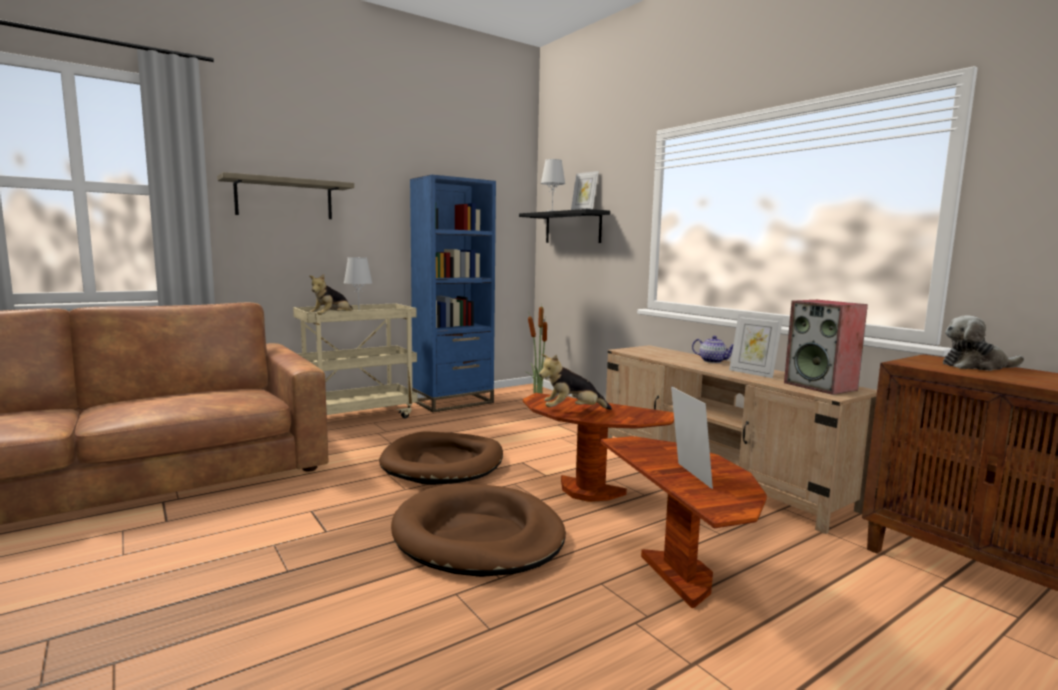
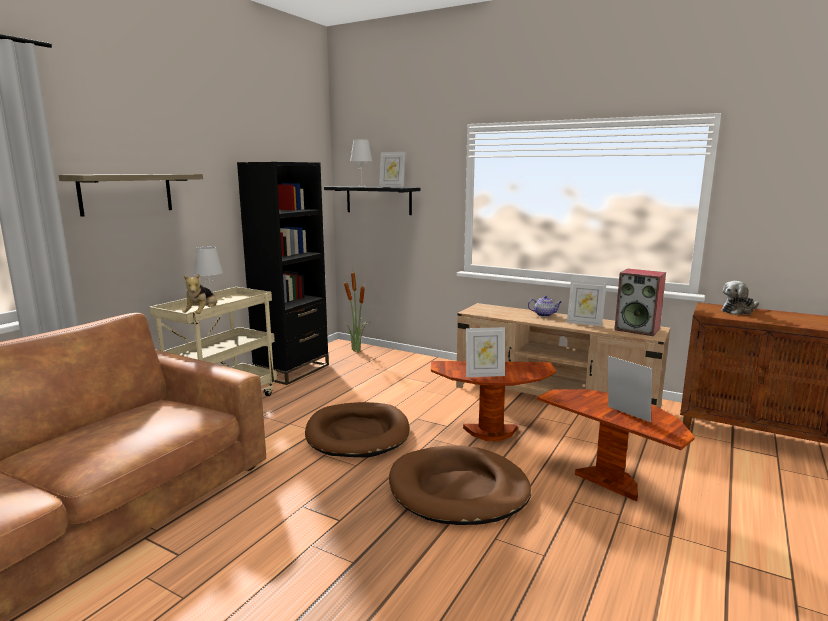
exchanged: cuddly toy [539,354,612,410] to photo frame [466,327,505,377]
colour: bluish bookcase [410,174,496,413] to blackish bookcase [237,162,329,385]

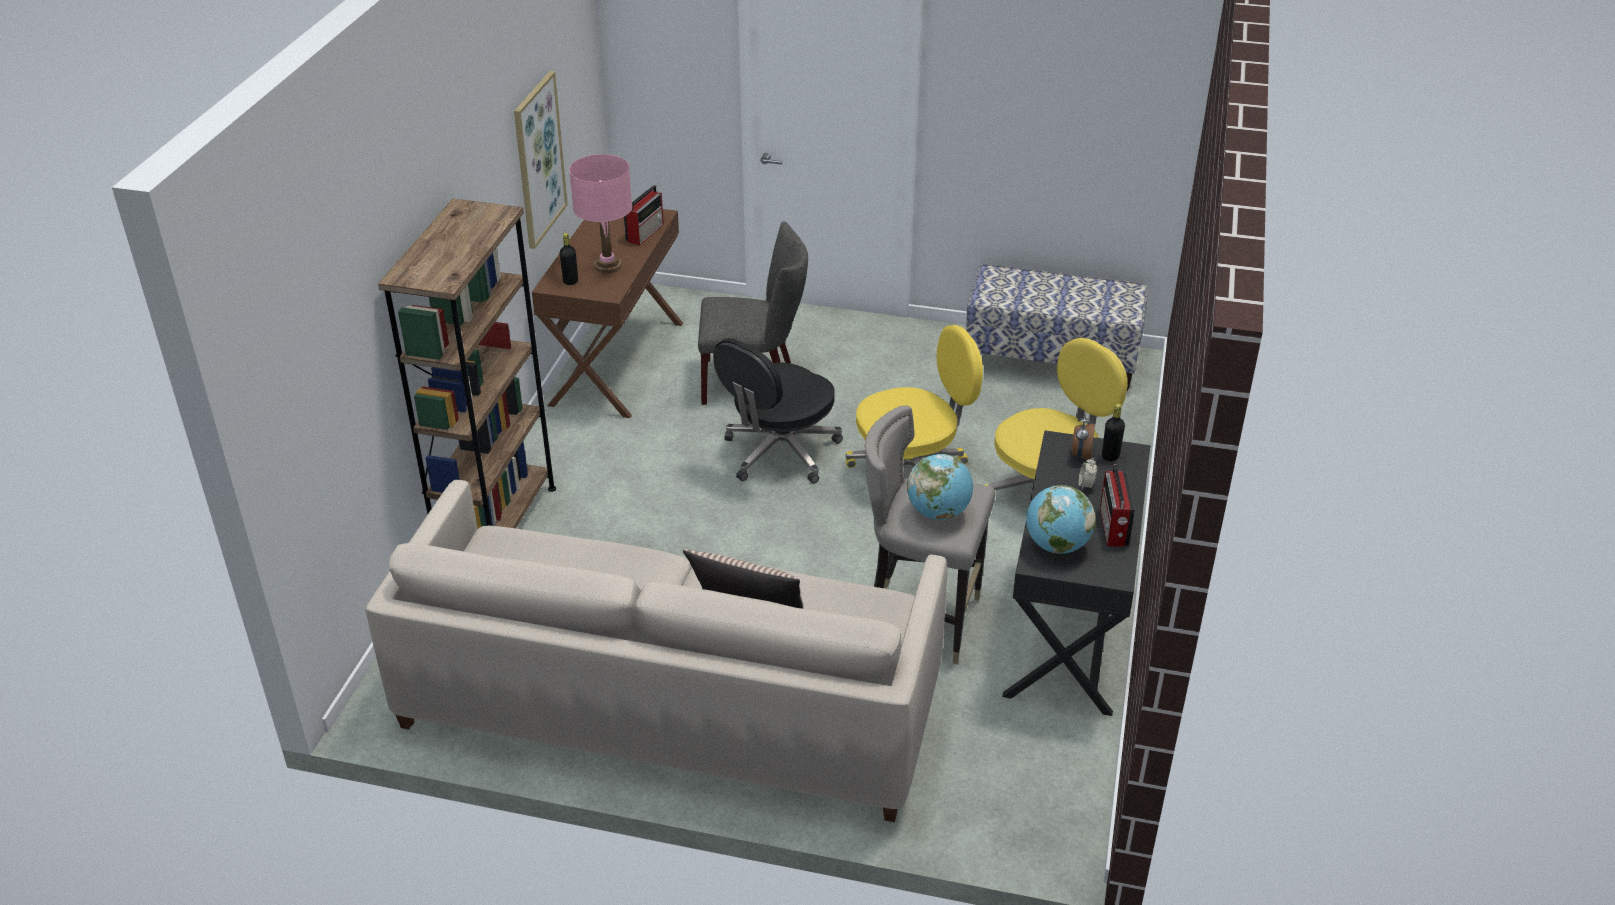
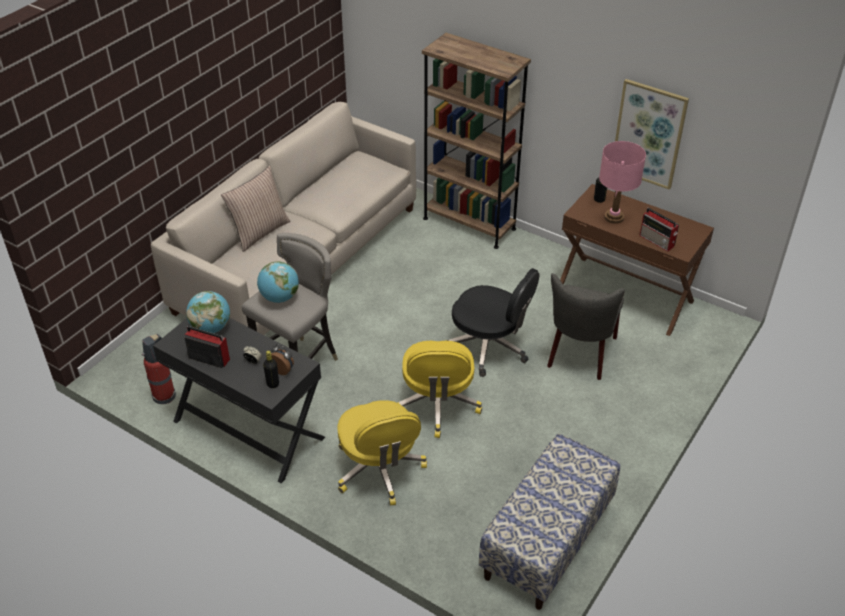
appeared: extinguisher [142,334,176,404]
spun: blackish computer chair [713,338,843,484] = [446,268,540,377] 150 degrees clockwise

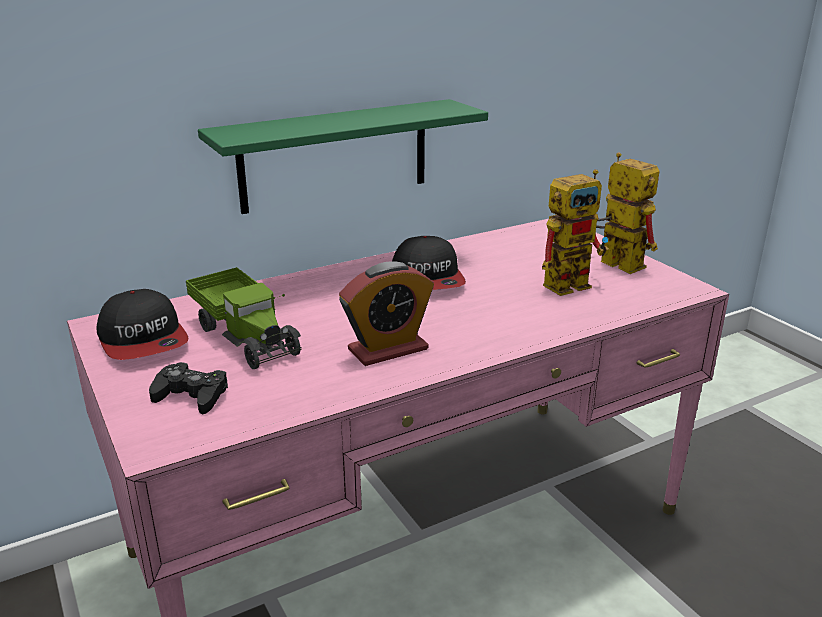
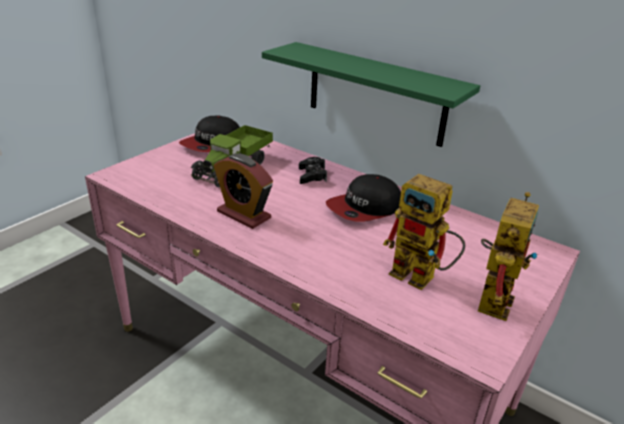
relocated: blackish game controller [149,362,228,414] to [299,157,327,184]

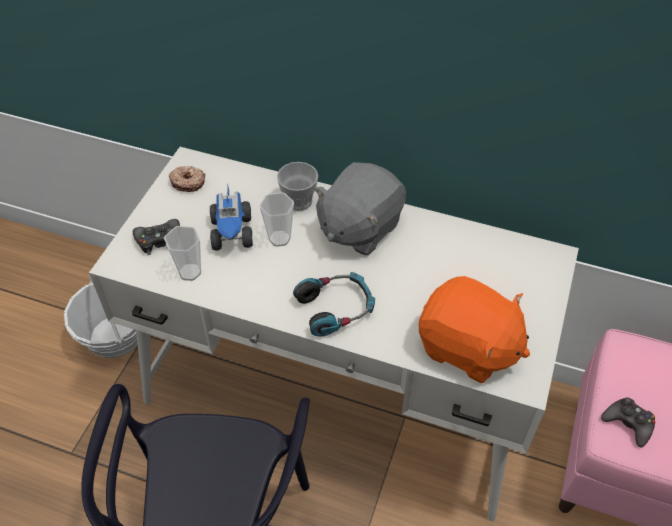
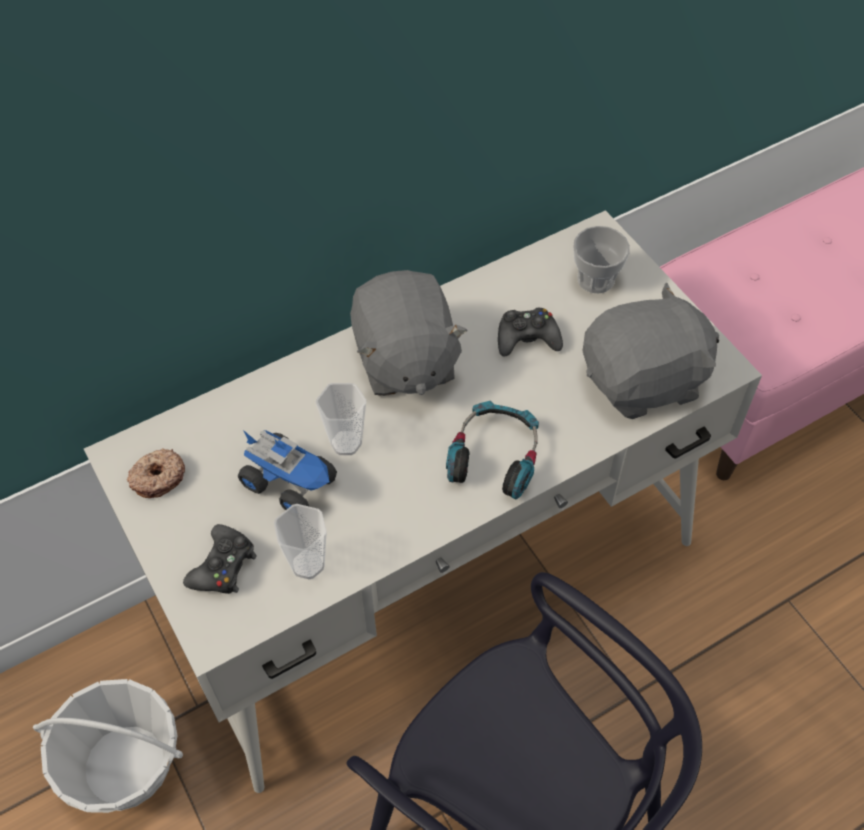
relocated: blackish game controller [601,397,655,447] to [498,308,563,357]; small cup [277,162,318,211] to [573,226,630,293]
colour: orange-coloured cuddly toy [419,276,530,383] to greyish cuddly toy [583,283,719,419]

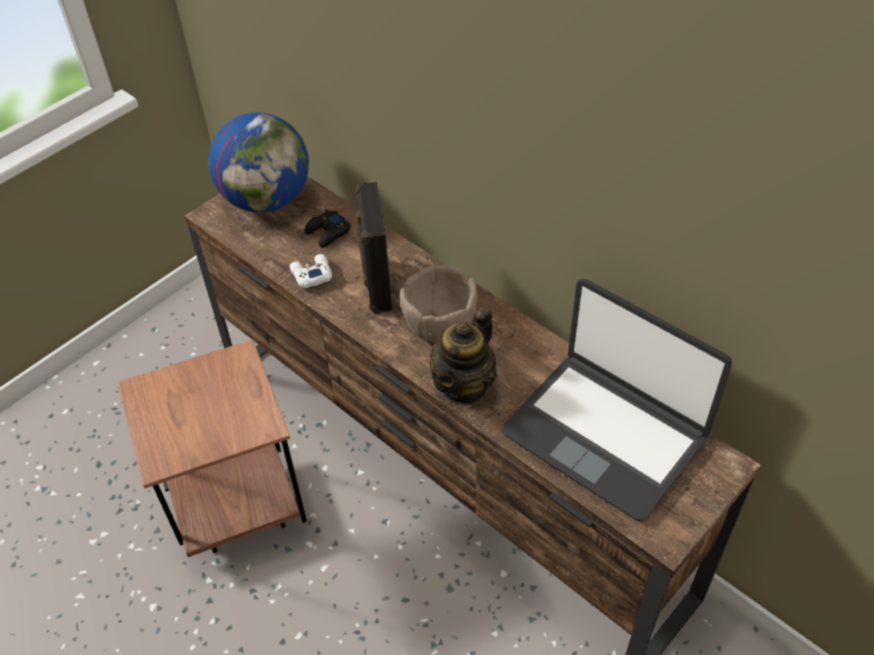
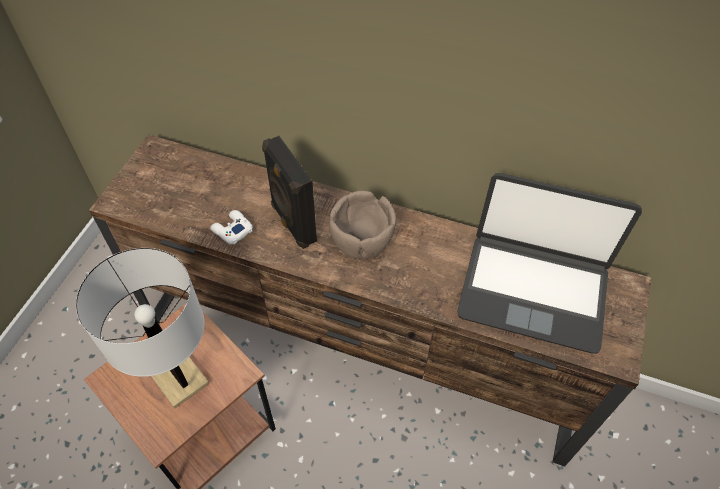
missing: world globe [208,112,309,213]; blackish game controller [305,209,351,248]; tea pot [430,307,497,405]
appeared: white table lamp [76,248,209,409]

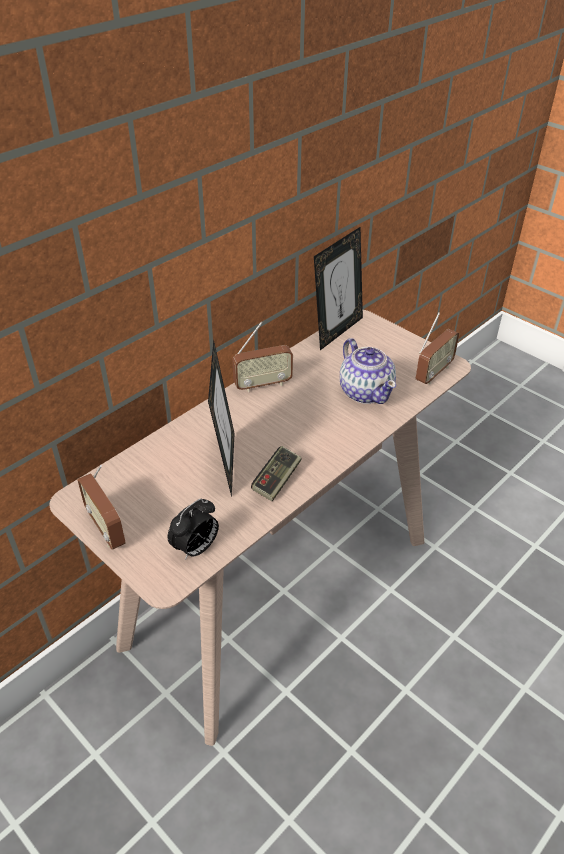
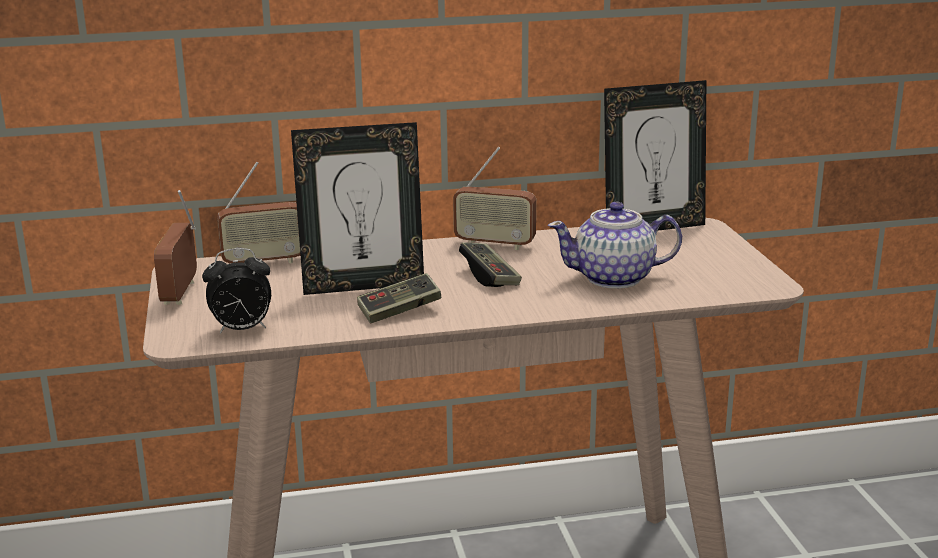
appeared: game controller [459,242,522,287]
relocated: radio [416,312,459,385] to [217,162,301,263]
spun: photo frame [208,339,235,497] = [291,122,424,295] 45 degrees clockwise; tea pot [340,338,396,404] = [548,202,682,289] 75 degrees clockwise

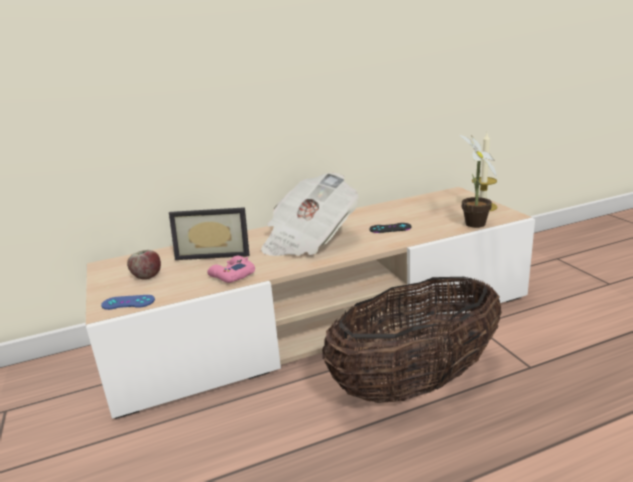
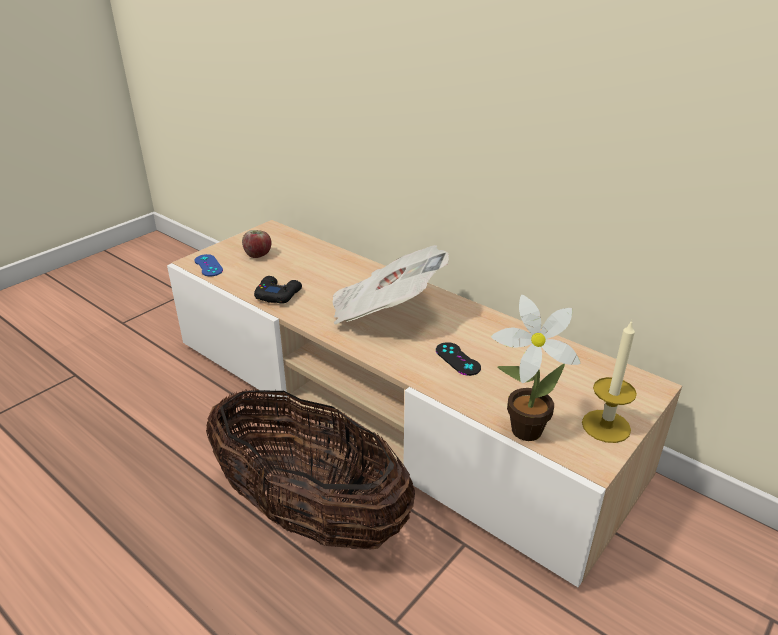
missing: photo frame [169,207,250,260]
colour: pink-coloured game controller [207,256,255,283] to blackish game controller [254,276,302,304]

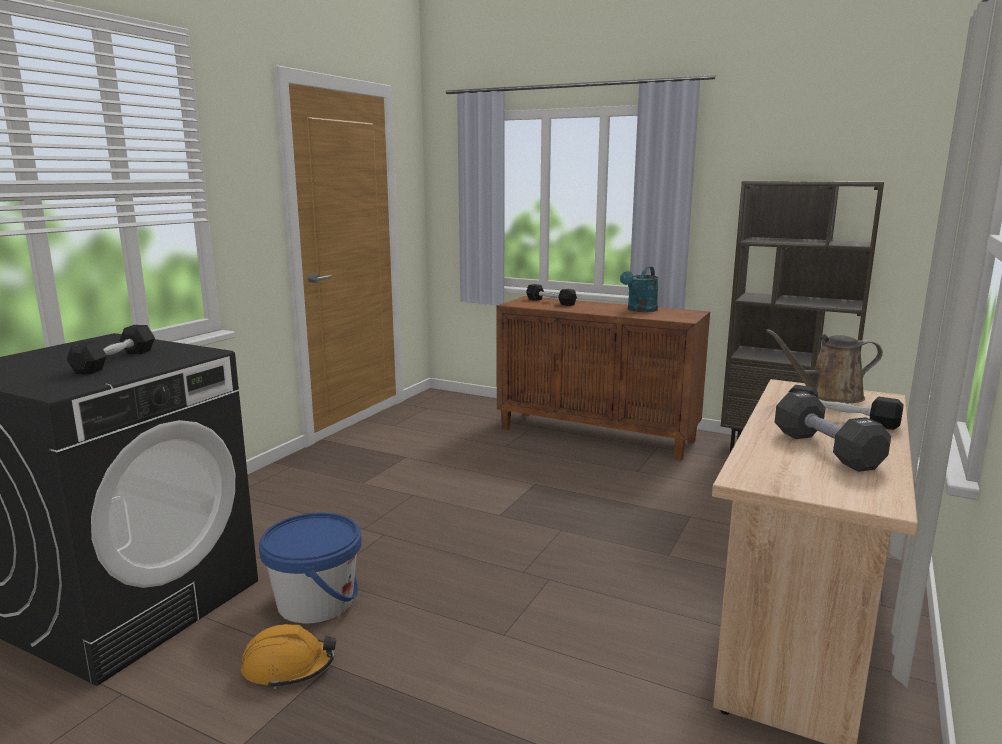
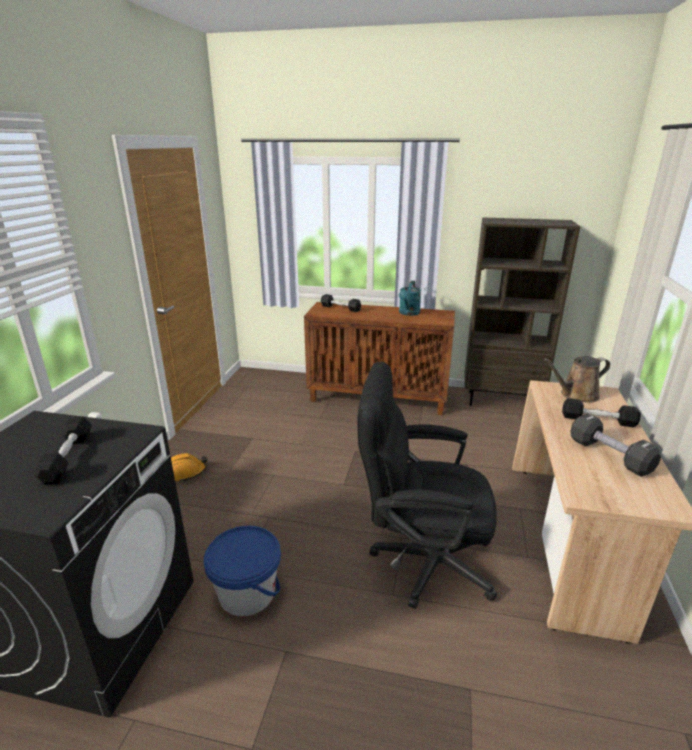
appeared: blackish computer chair [358,361,497,609]
relocated: orange-coloured hard hat [241,624,336,689] to [171,453,207,482]

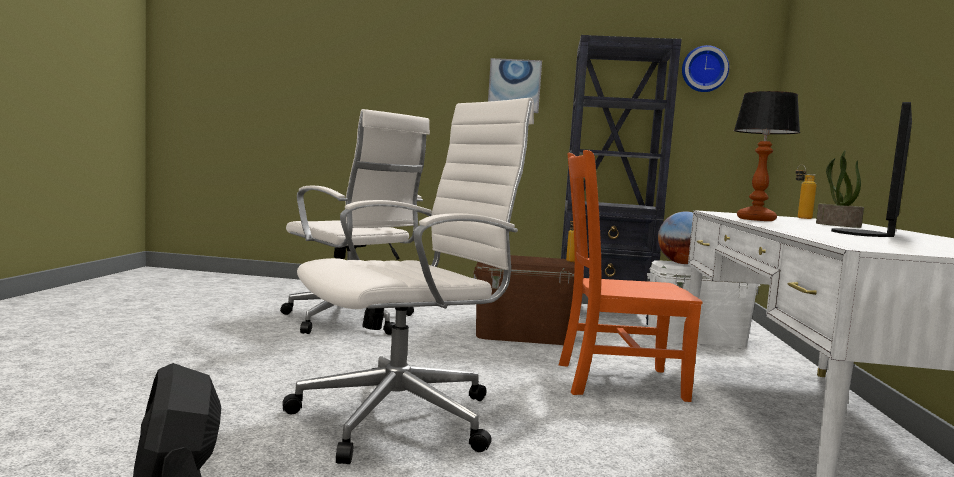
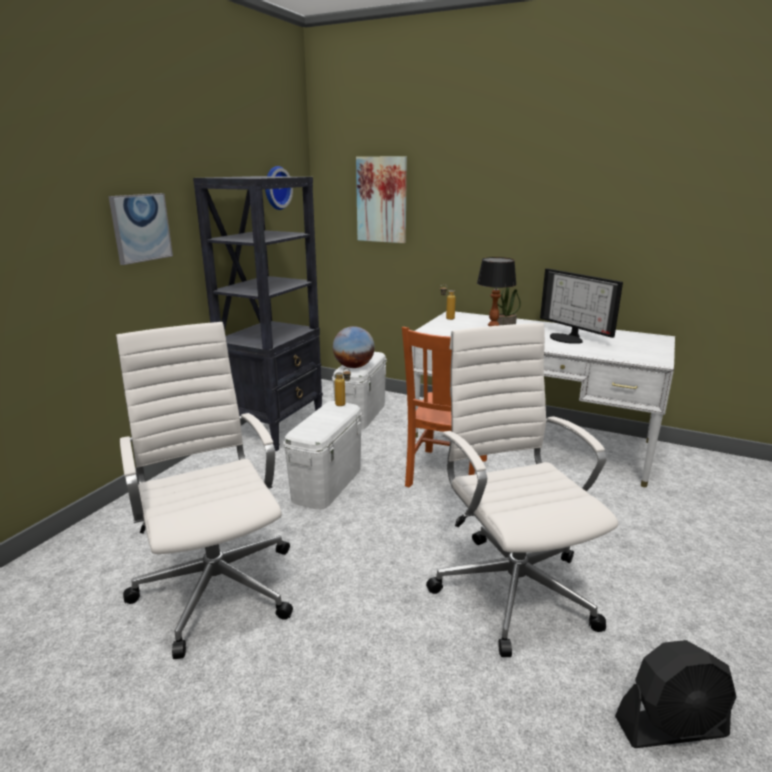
appeared: picture [356,156,407,243]
colour: brownish storage bin [473,255,575,345] to white storage bin [283,401,362,510]
spun: white computer chair [280,109,430,335] = [116,322,293,659] 90 degrees counterclockwise

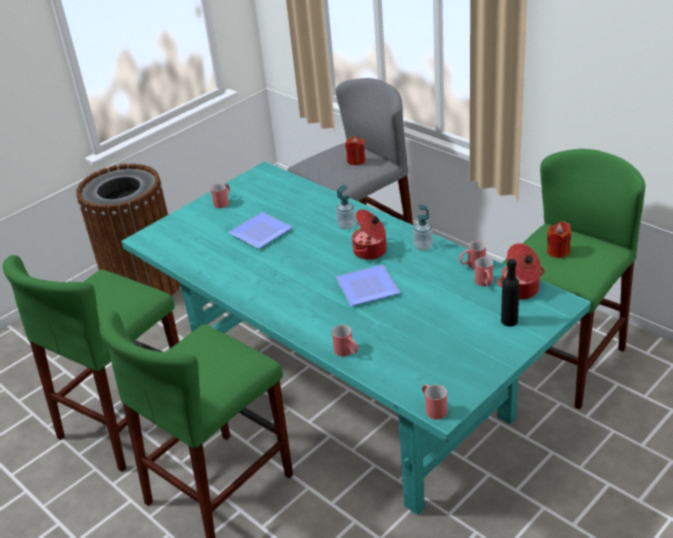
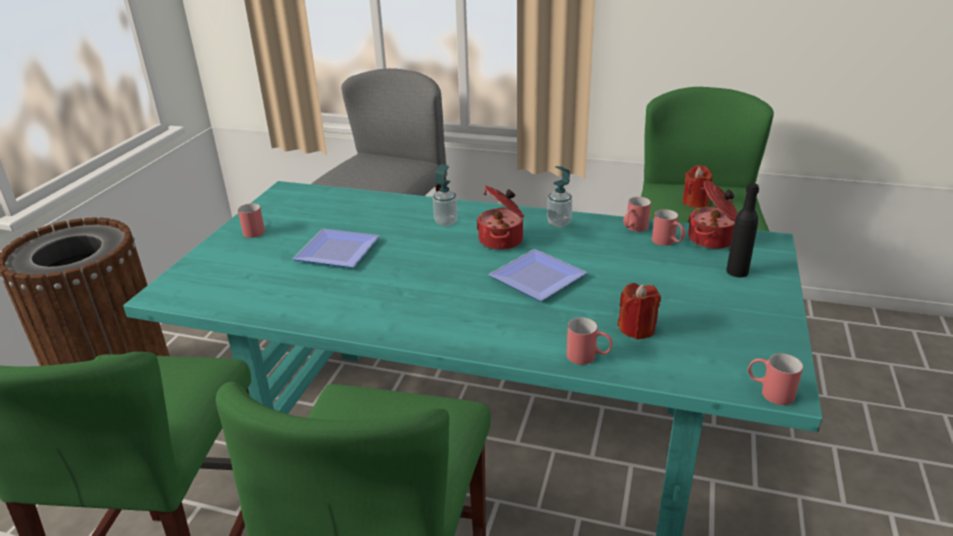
relocated: reddish wax light [345,136,365,165] to [618,283,661,339]

